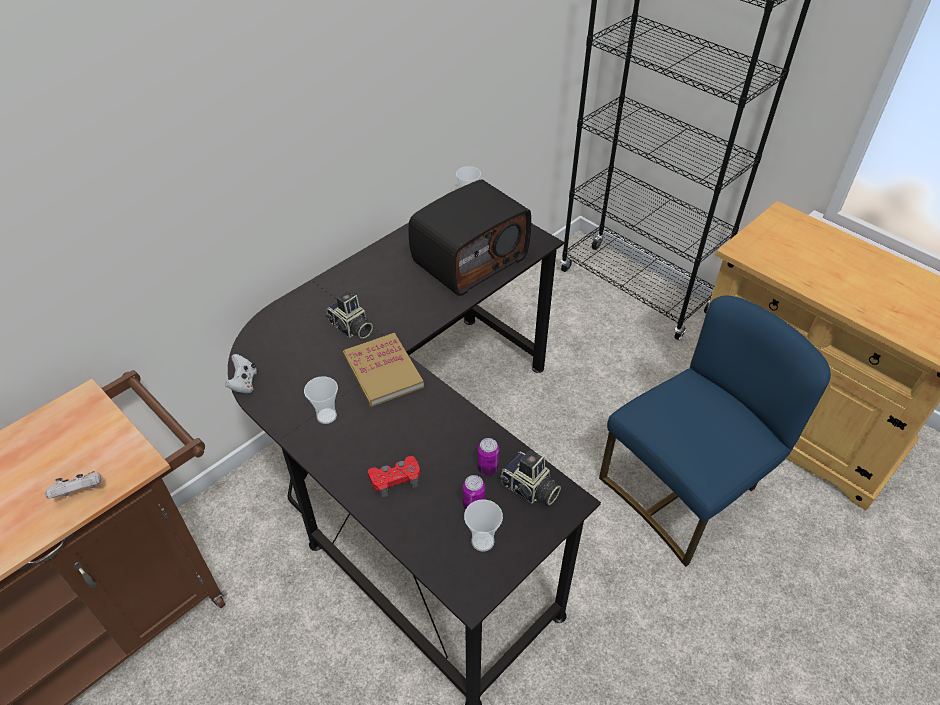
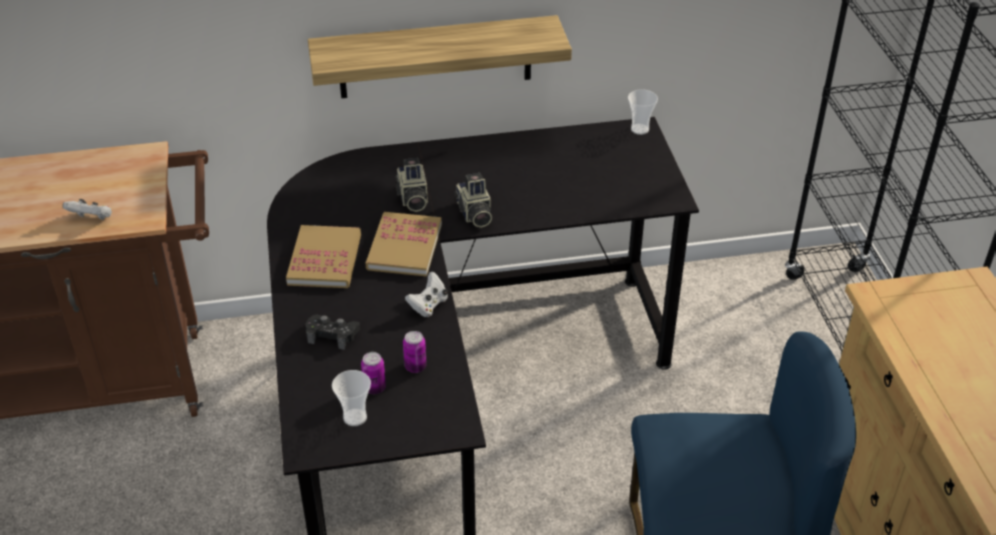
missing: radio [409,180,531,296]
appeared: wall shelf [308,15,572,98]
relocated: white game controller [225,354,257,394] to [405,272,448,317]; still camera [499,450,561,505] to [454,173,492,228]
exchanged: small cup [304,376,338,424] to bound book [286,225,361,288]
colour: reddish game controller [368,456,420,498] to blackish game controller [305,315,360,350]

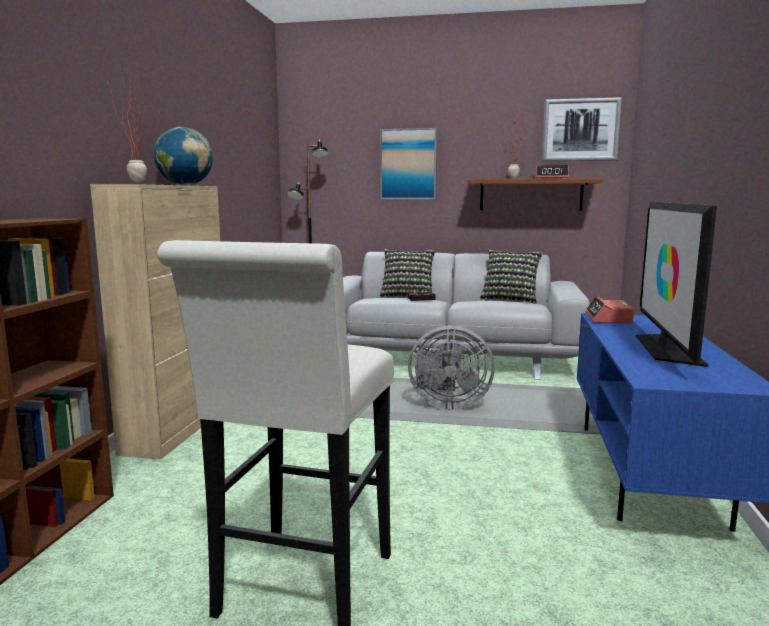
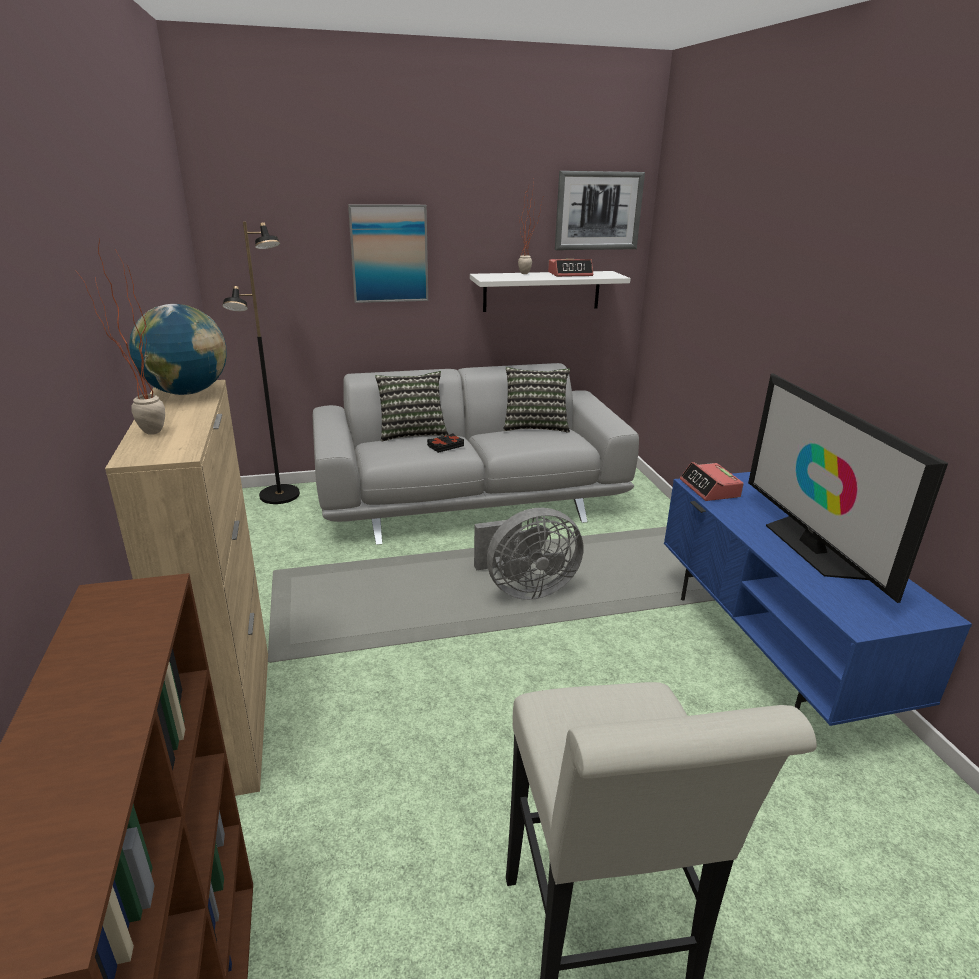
colour: brownish wall shelf [468,178,602,211] to white wall shelf [470,271,631,312]

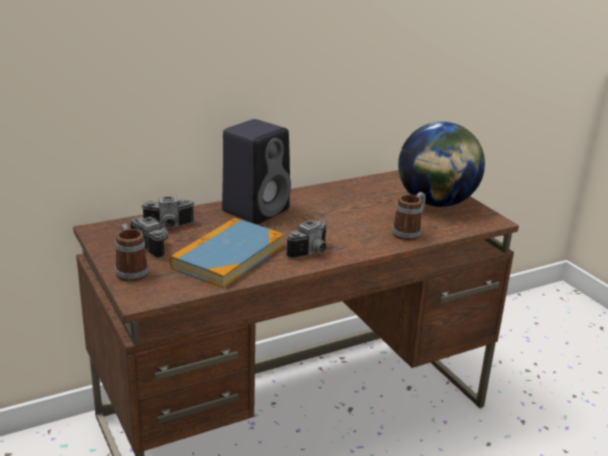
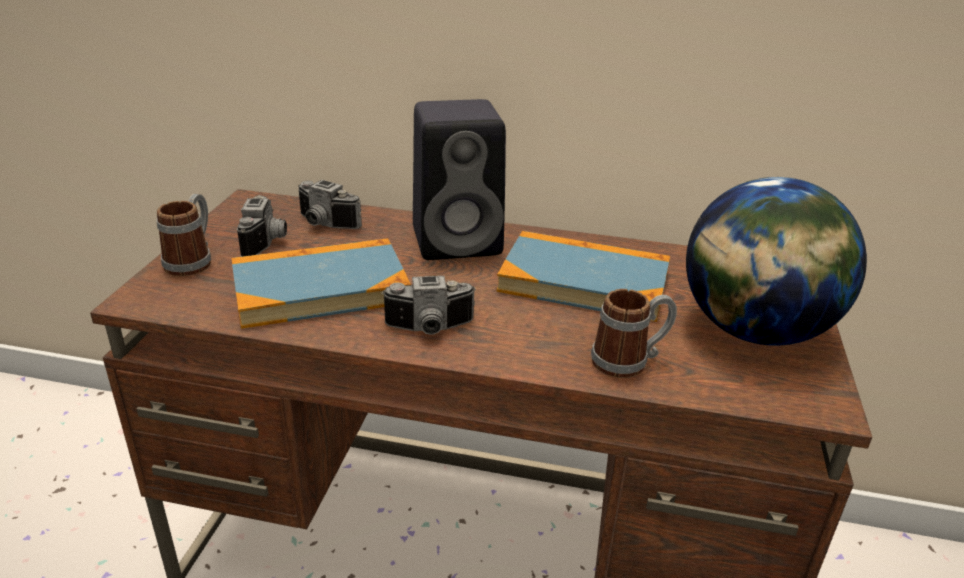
appeared: bound book [496,231,670,322]

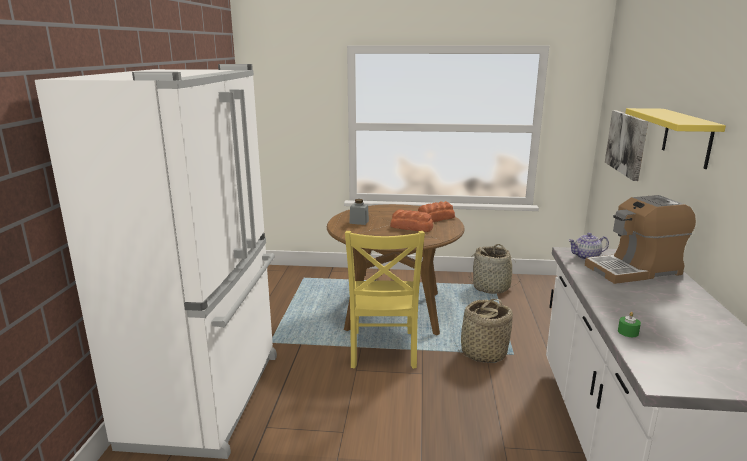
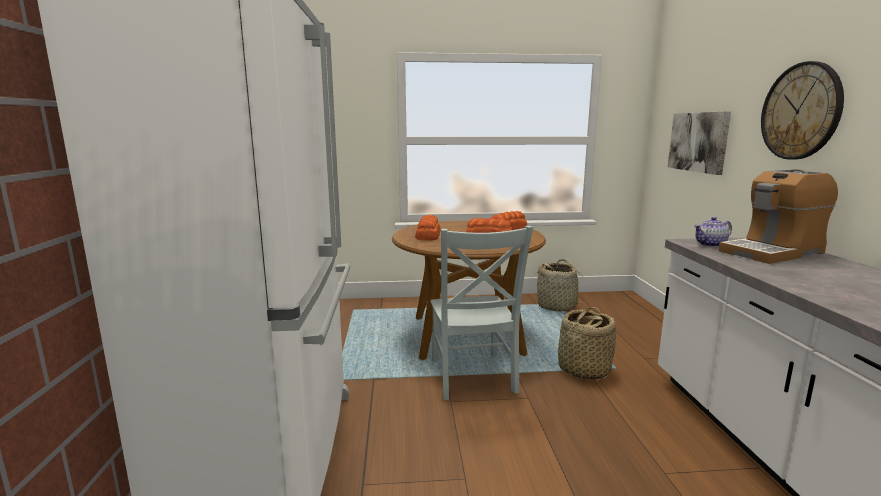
missing: green wax light [618,312,641,337]
exchanged: greyish jar [349,199,369,225] to baked bread [415,215,441,240]; yellow wall shelf [625,108,726,169] to hanging clock [761,61,844,159]
colour: yellow plain chair [345,231,425,369] to greyish plain chair [430,226,533,400]

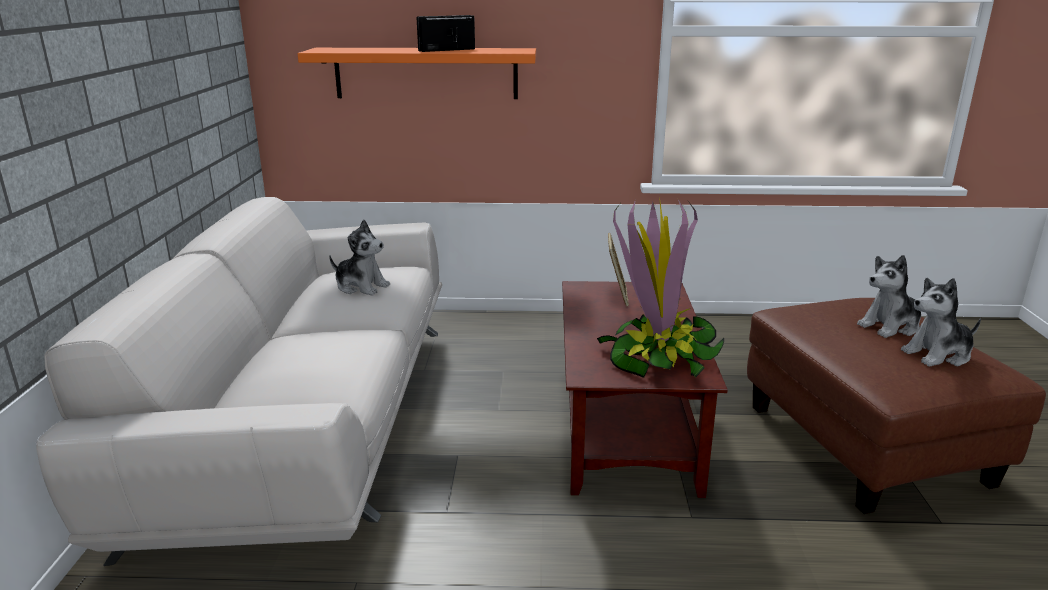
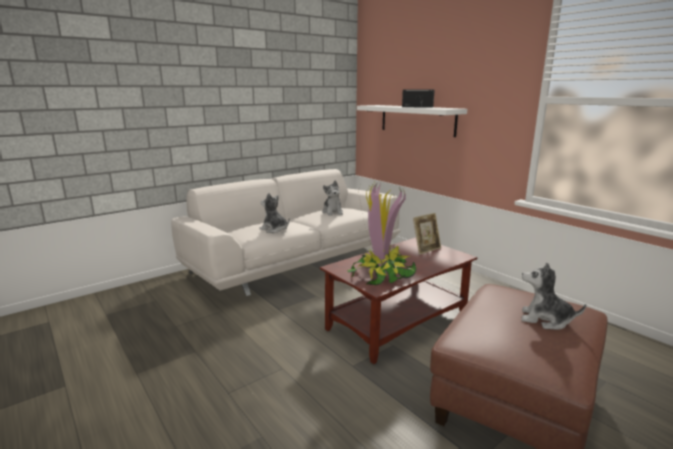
relocated: cuddly toy [901,278,981,366] to [259,193,290,233]
colour: orange-coloured wall shelf [298,48,536,99] to white wall shelf [357,105,467,137]

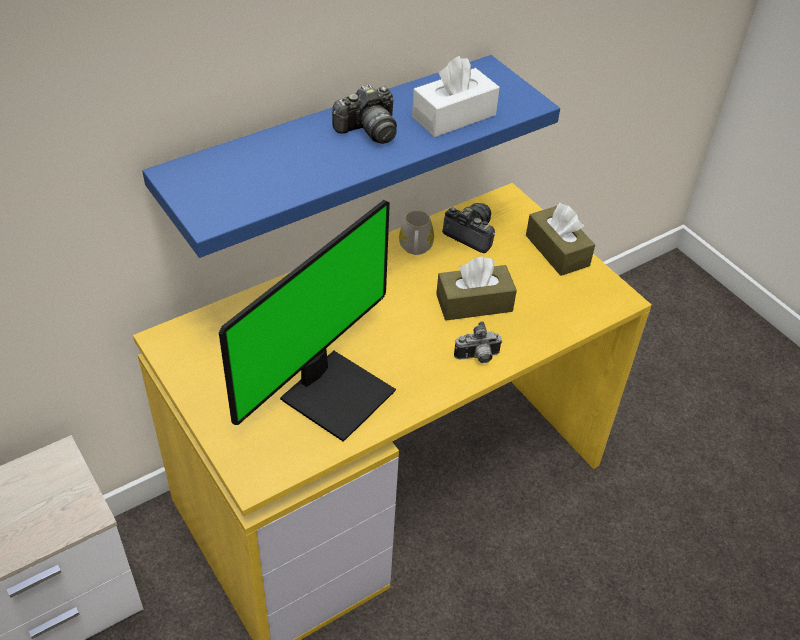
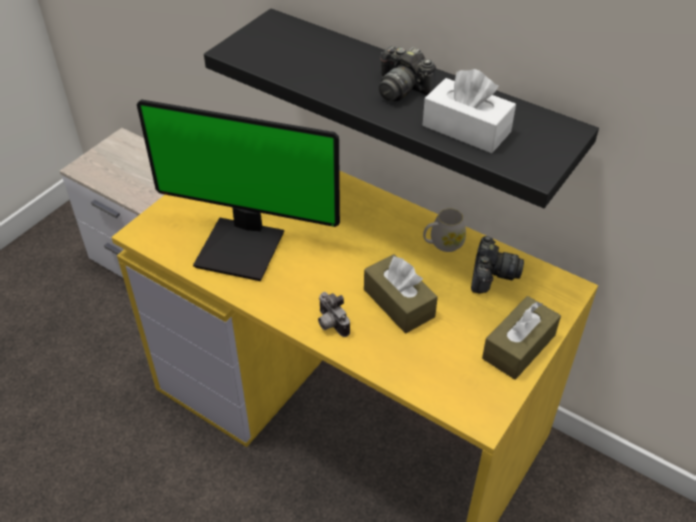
colour: bluish wall shelf [142,55,560,258] to blackish wall shelf [204,8,599,208]

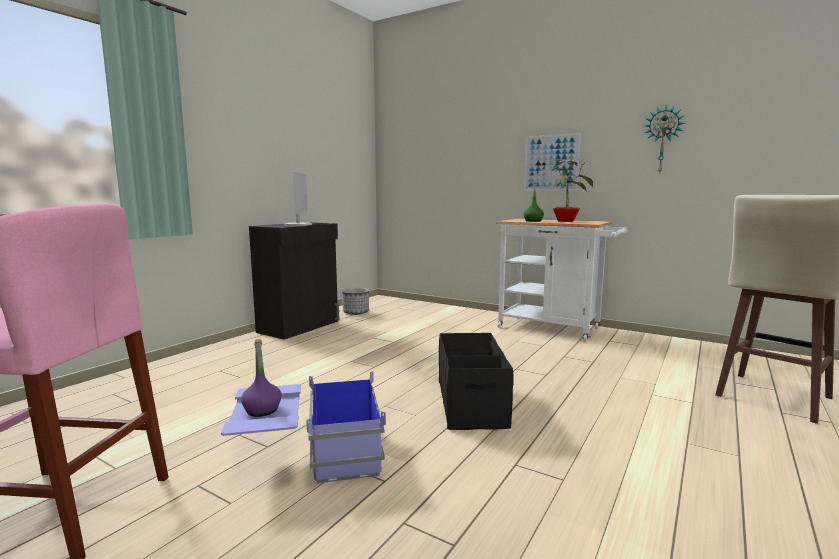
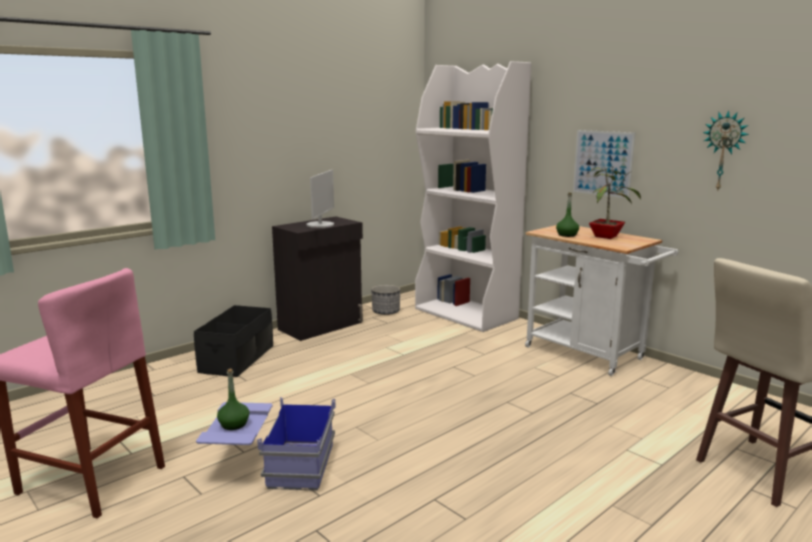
appeared: white bookcase [415,61,532,332]
relocated: blackish storage bin [439,333,513,430] to [194,305,273,377]
colour: purplish drink bottle [241,339,282,417] to green drink bottle [217,369,249,430]

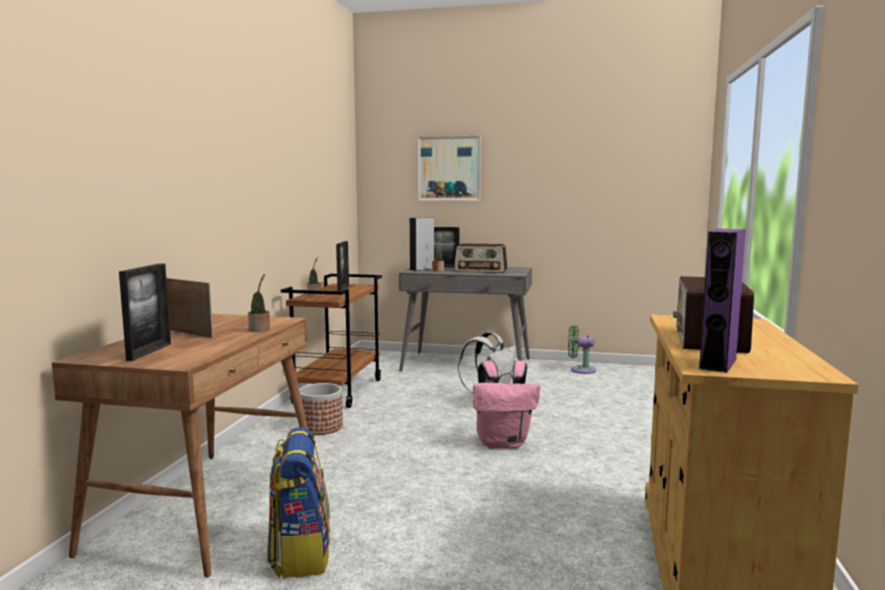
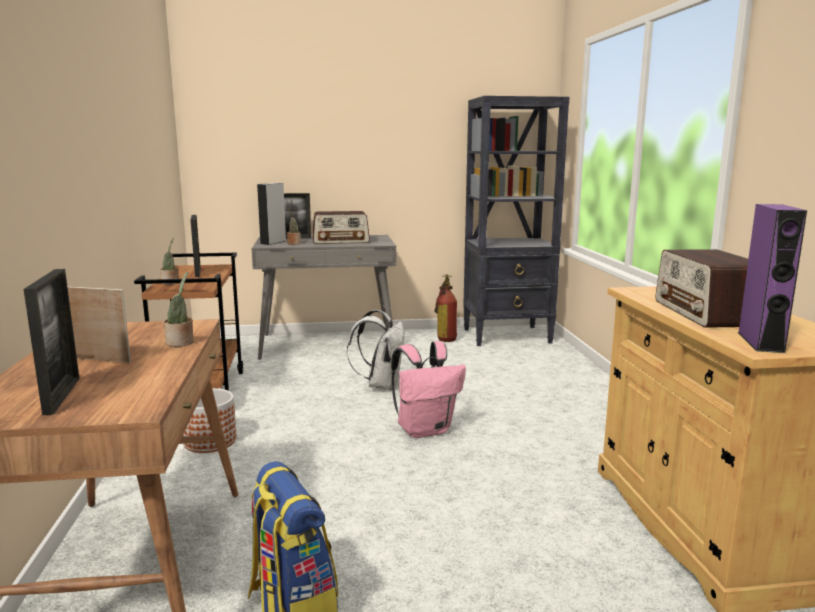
missing: picture [418,136,481,201]
appeared: blackish bookcase [463,96,569,346]
exchanged: green fan [568,325,596,374] to extinguisher [434,274,457,342]

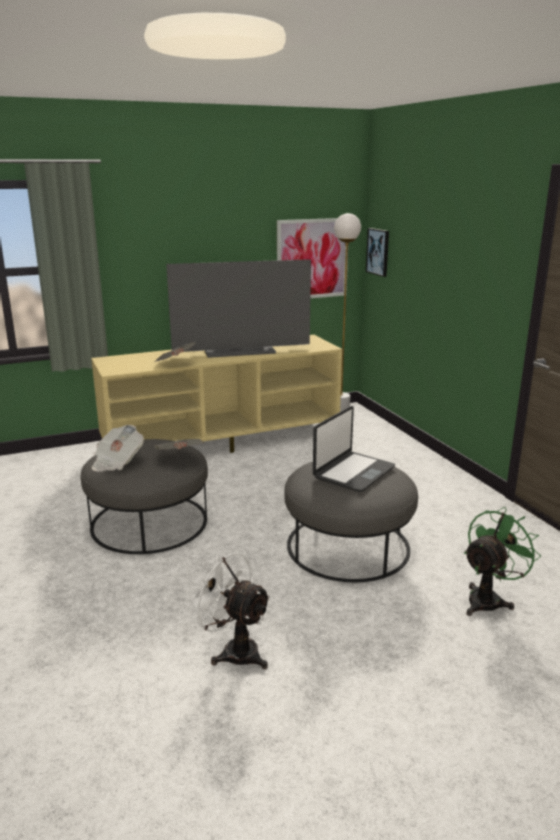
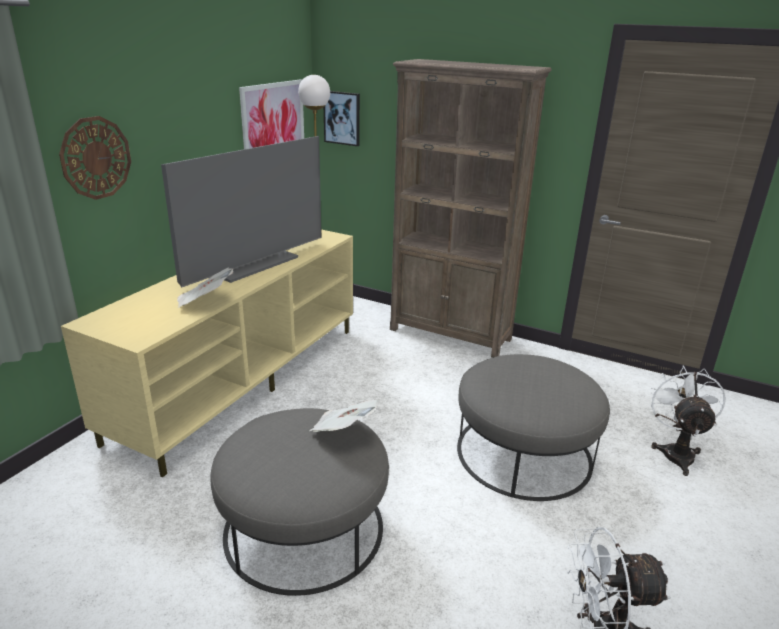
missing: printed paper [92,425,144,472]; laptop [313,406,395,492]
appeared: hanging clock [59,116,131,200]; brownish bookcase [390,59,552,358]
colour: green fan [464,507,541,616] to white fan [650,365,726,476]

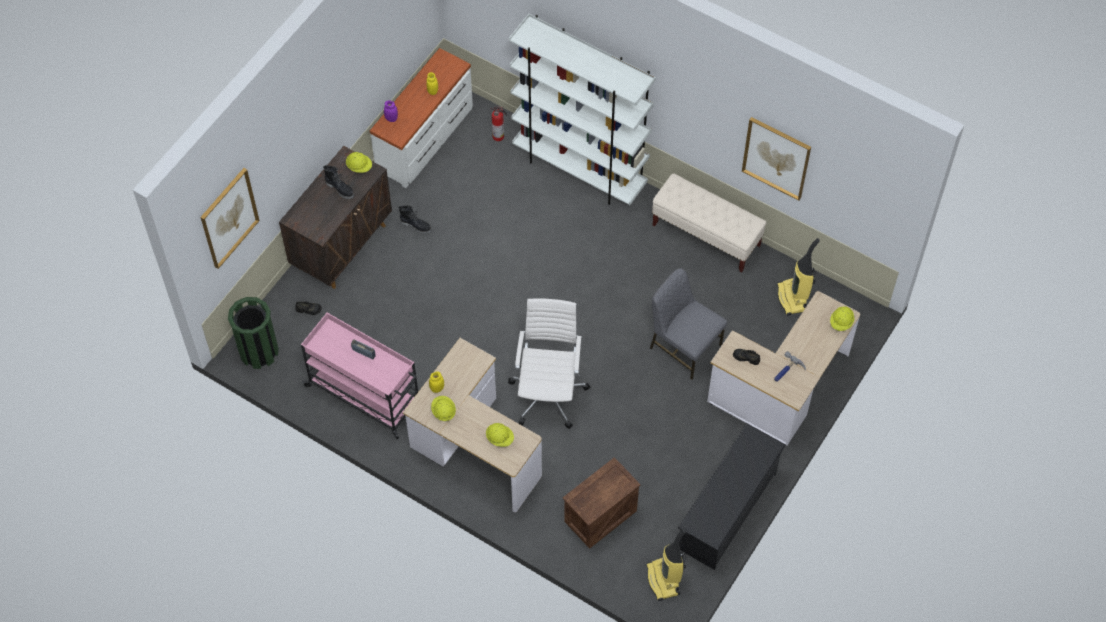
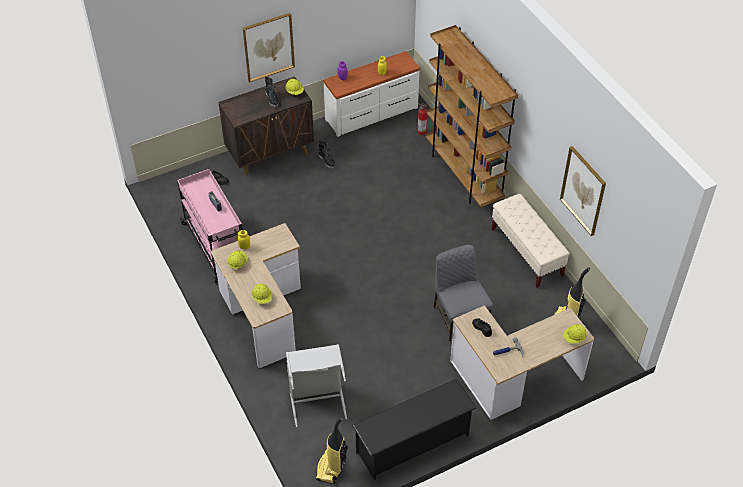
missing: green trash can [228,297,279,369]; white computer chair [508,298,590,429]
relocated: picture [201,168,260,269] to [243,13,295,82]
exchanged: shipping crate [563,457,641,549] to greyish hamper [286,344,347,427]
colour: white bookcase [509,14,656,205] to brownish bookcase [425,25,518,207]

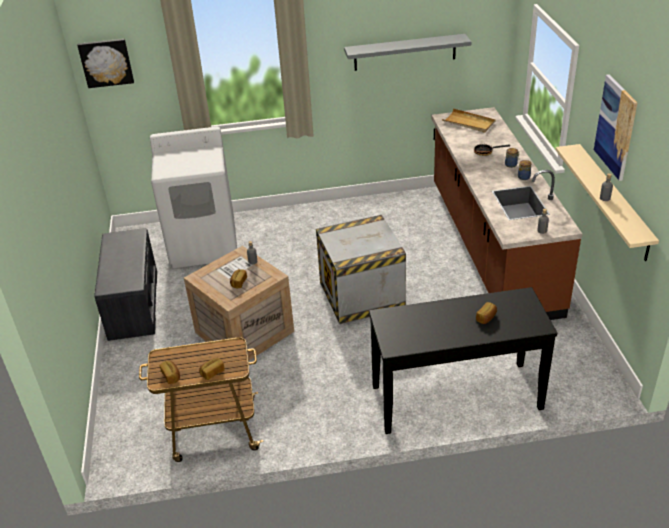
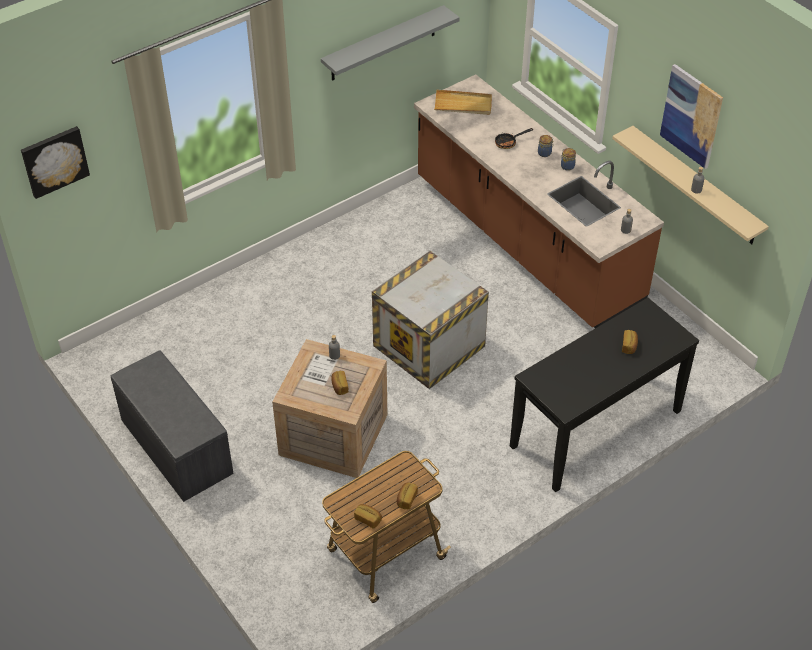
missing: white washing machine [150,127,237,268]

